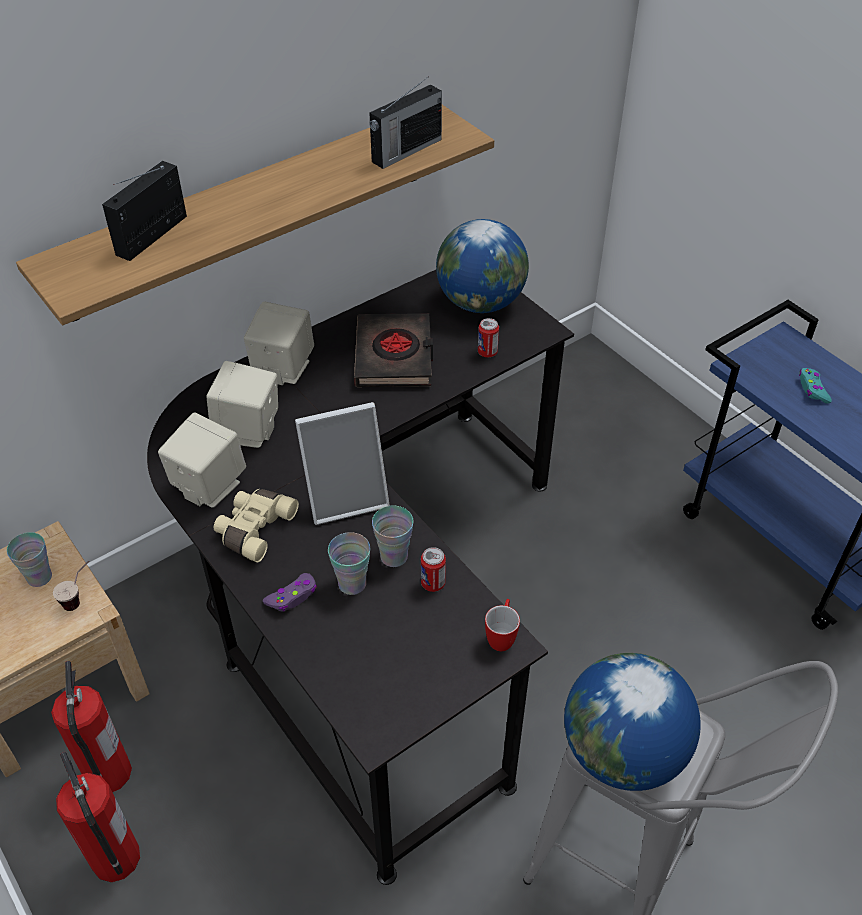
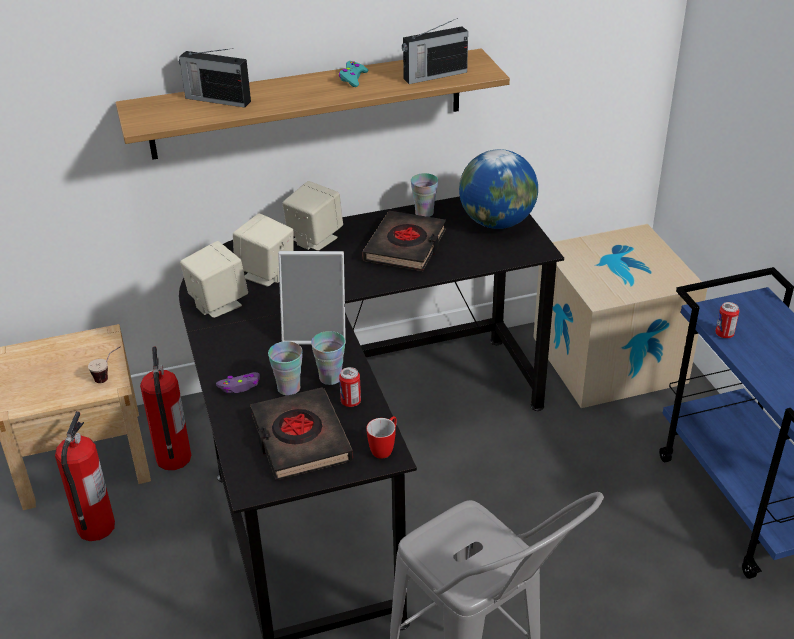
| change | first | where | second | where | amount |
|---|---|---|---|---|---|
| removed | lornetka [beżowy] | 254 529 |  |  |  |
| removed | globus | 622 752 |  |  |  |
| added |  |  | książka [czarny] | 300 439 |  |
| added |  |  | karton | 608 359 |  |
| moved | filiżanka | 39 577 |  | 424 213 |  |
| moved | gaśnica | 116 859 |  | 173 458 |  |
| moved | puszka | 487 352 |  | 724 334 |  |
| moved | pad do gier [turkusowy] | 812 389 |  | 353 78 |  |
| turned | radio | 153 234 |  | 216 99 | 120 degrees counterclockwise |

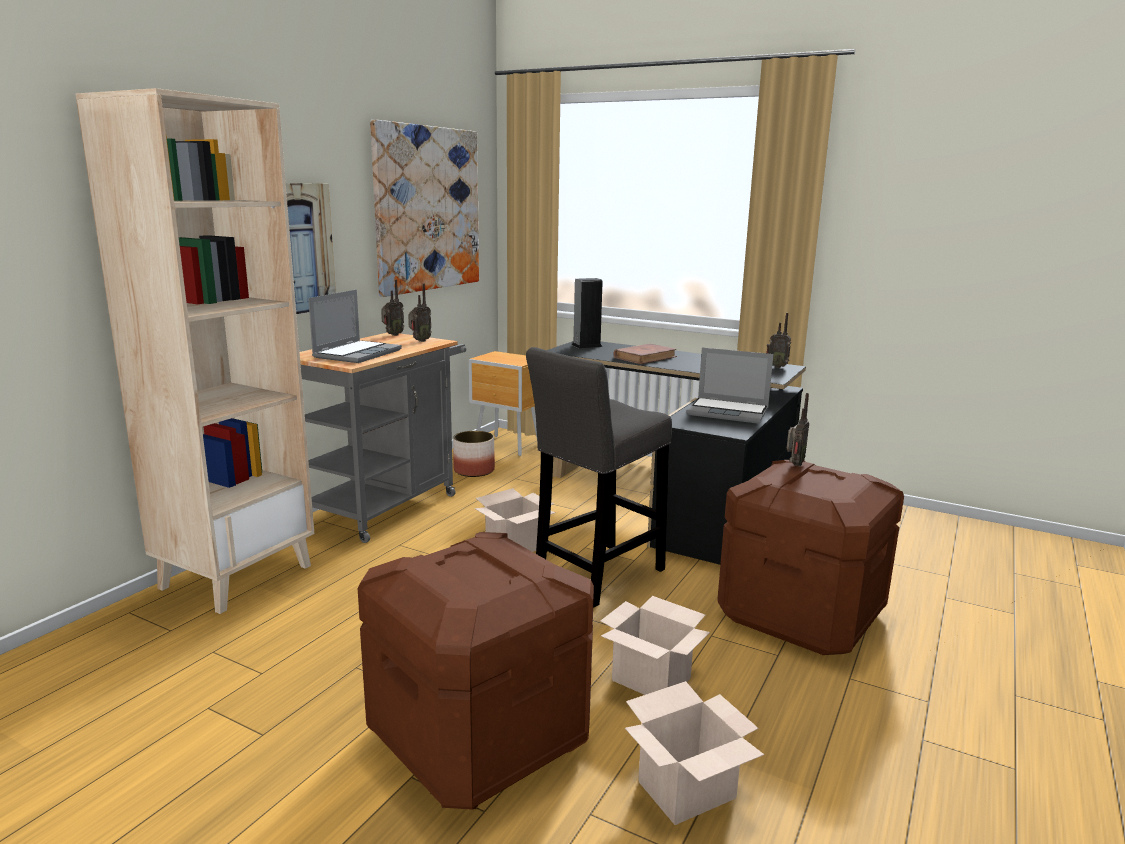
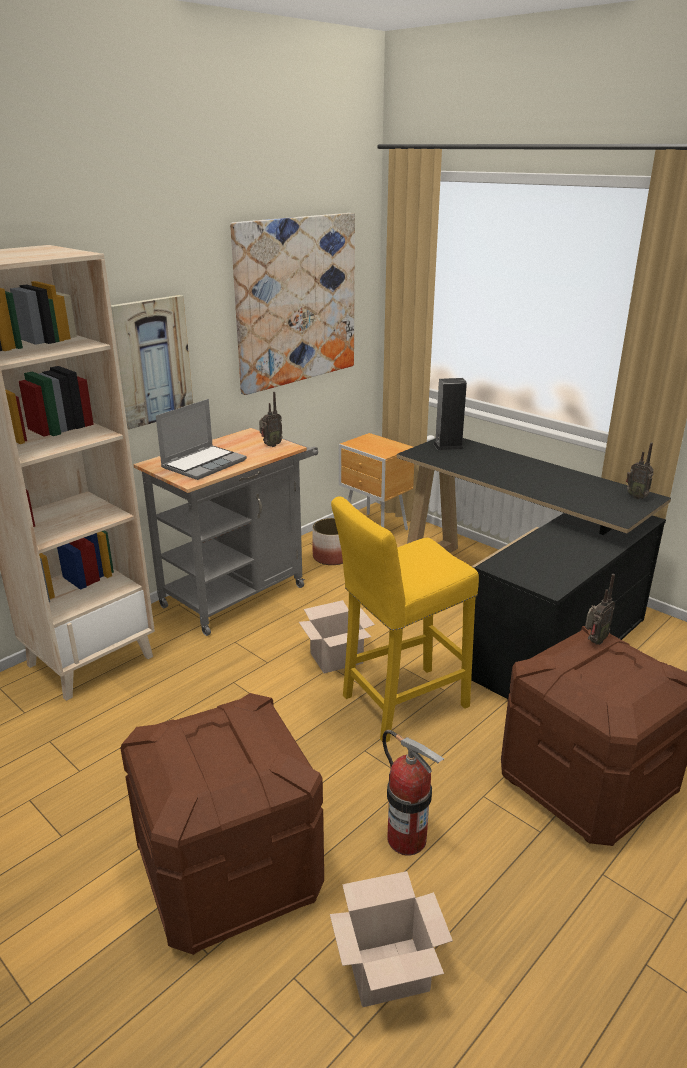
| change | first | where | second | where | amount |
|---|---|---|---|---|---|
| removed | radio | 392 335 |  |  |  |
| removed | książka [brązowy] | 645 357 |  |  |  |
| removed | laptop | 729 412 |  |  |  |
| replaced | karton | 653 679 | gaśnica | 406 839 |  |
| recoloured | stołek [szary] | 595 575 | stołek [żółty] | 399 704 |  |

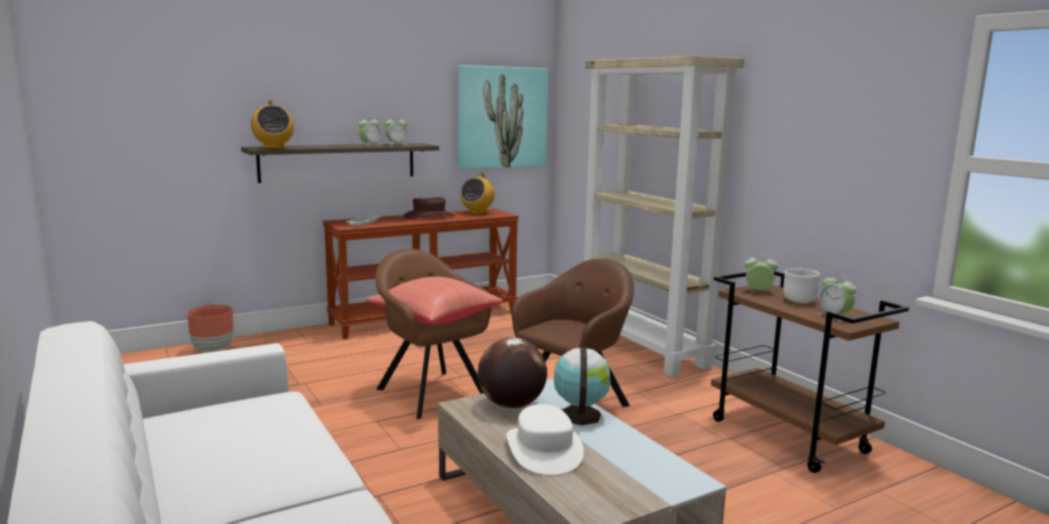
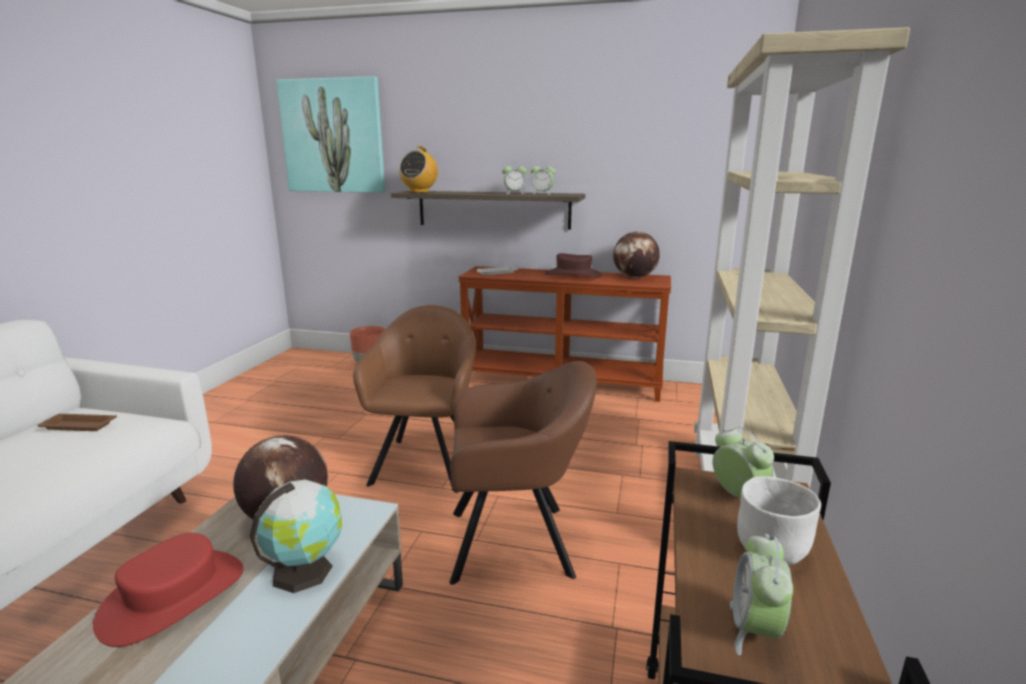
| change | first | where | second | where | amount |
|---|---|---|---|---|---|
| removed | poduszka [czerwony] | 433 320 |  |  |  |
| added |  |  | taca [brązowy] | 77 426 |  |
| moved | obraz | 501 117 |  | 333 136 |  |
| replaced | radio | 477 212 | globus | 634 277 |  |
| recoloured | kapelusz [biały] | 544 450 | kapelusz [czerwony] | 173 596 |  |

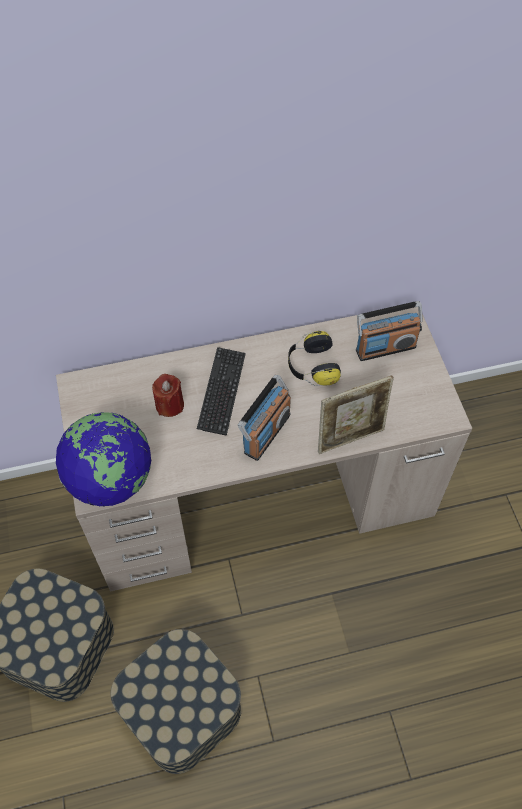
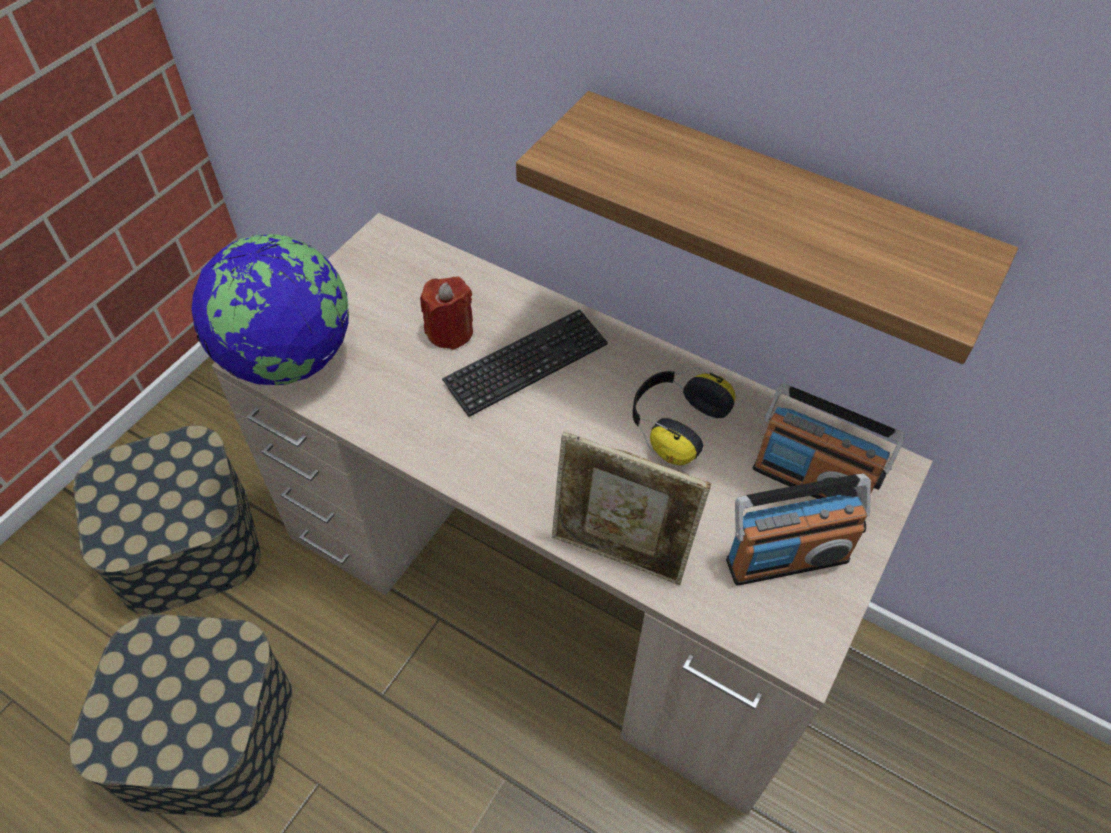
| change | first | where | second | where | amount |
|---|---|---|---|---|---|
| added |  |  | półka | 773 216 |  |
| moved | radio | 266 433 |  | 786 558 |  |

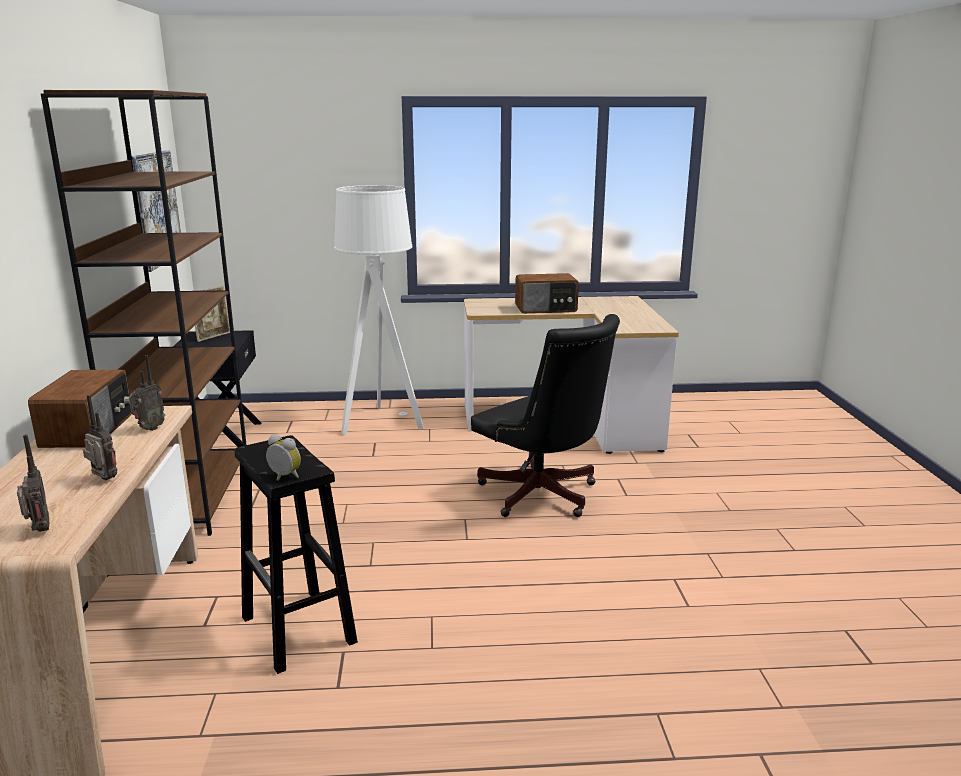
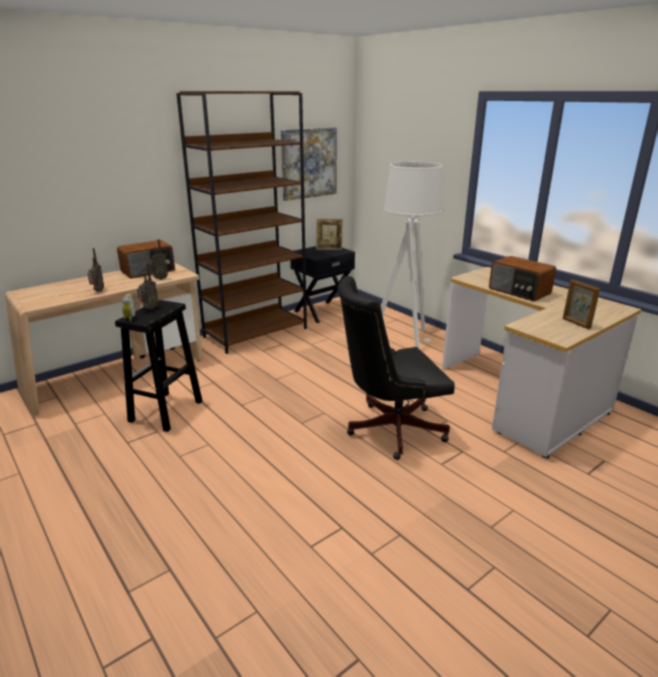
| change | first | where | second | where | amount |
|---|---|---|---|---|---|
| added |  |  | ramka na zdjęcie | 576 323 |  |
| moved | radio | 39 531 |  | 149 308 |  |
| turned | krzesło biurowe [czarny] | 543 497 |  | 389 429 | 60 degrees clockwise |

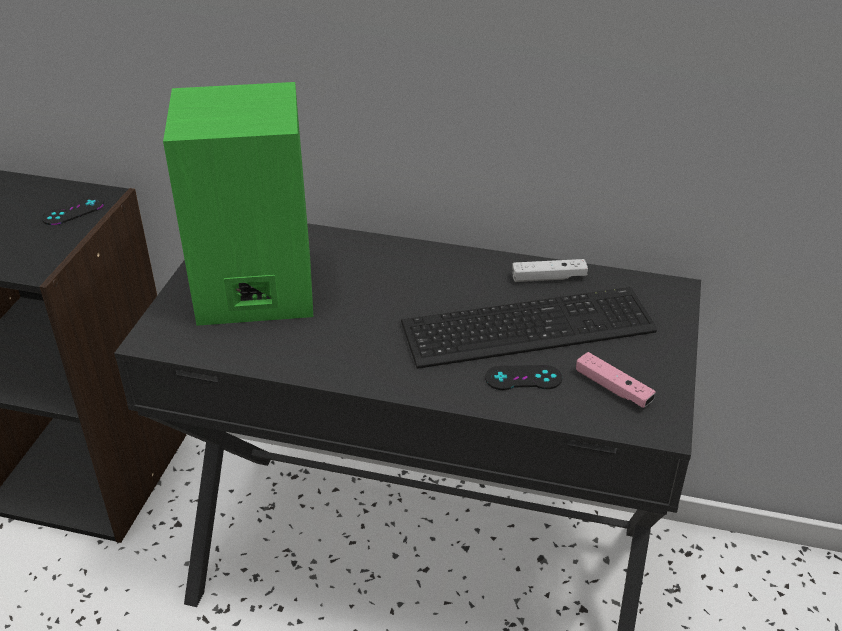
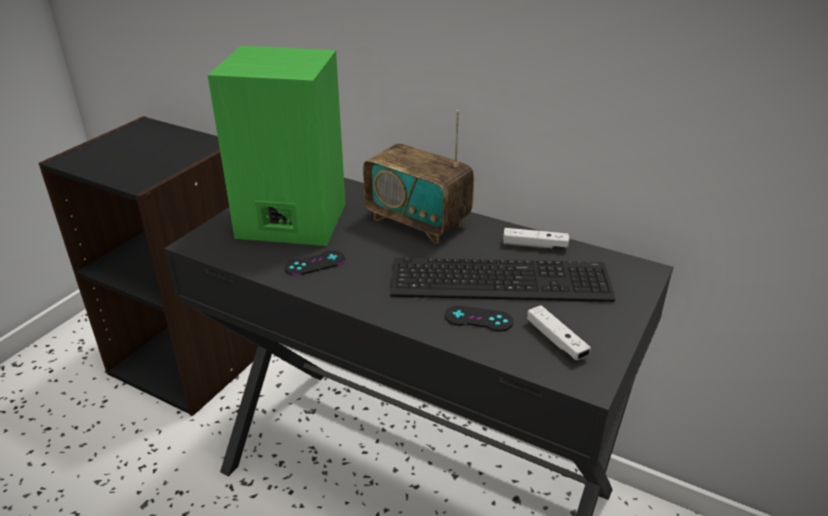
| change | first | where | second | where | amount |
|---|---|---|---|---|---|
| added |  |  | radio | 418 222 |  |
| moved | pad do gier [czarny] | 73 211 |  | 315 263 |  |
| recoloured | pad do gier [różowy] | 613 388 | pad do gier [biały] | 556 340 |  |

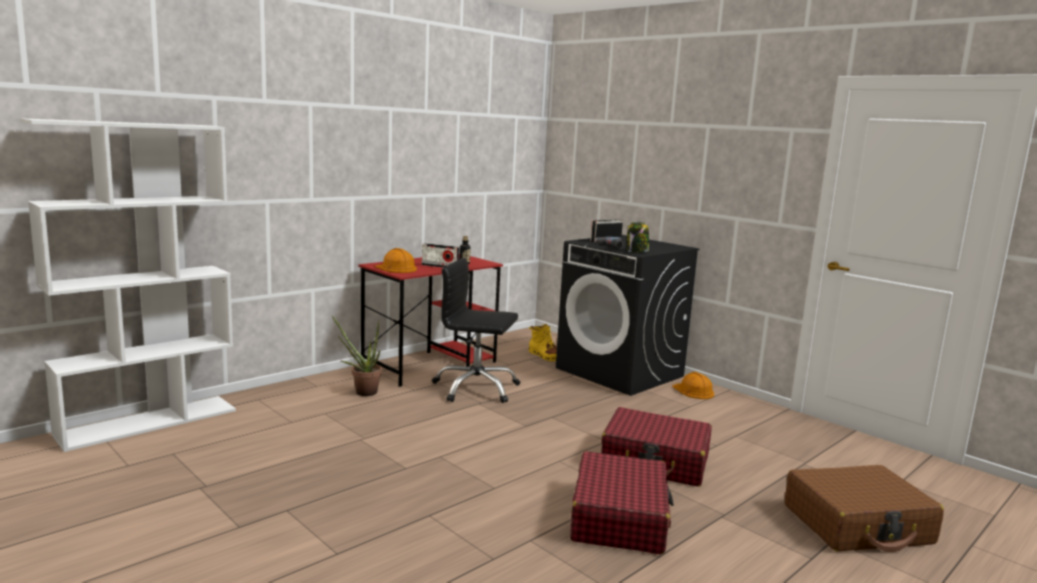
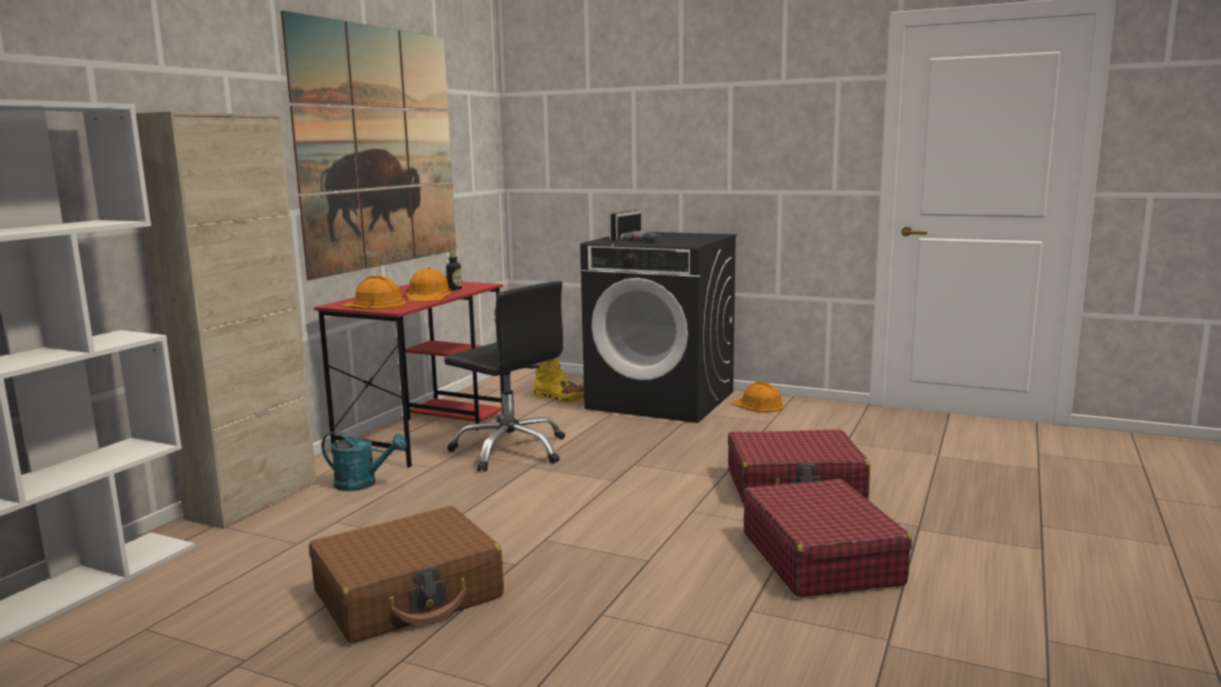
| change | first | where | second | where | amount |
|---|---|---|---|---|---|
| removed | słoik | 637 251 |  |  |  |
| added |  |  | szafka [beżowy] | 253 500 |  |
| added |  |  | obraz | 379 148 |  |
| moved | walizka [brązowy] | 858 525 |  | 409 595 |  |
| replaced | roślina doniczkowa | 362 392 | konewka [turkusowy] | 363 484 |  |
| replaced | radio | 439 266 | kask [pomarańczowy] | 428 295 |  |
| turned | krzesło biurowe [czarny] | 476 388 |  | 511 450 | 135 degrees counterclockwise |

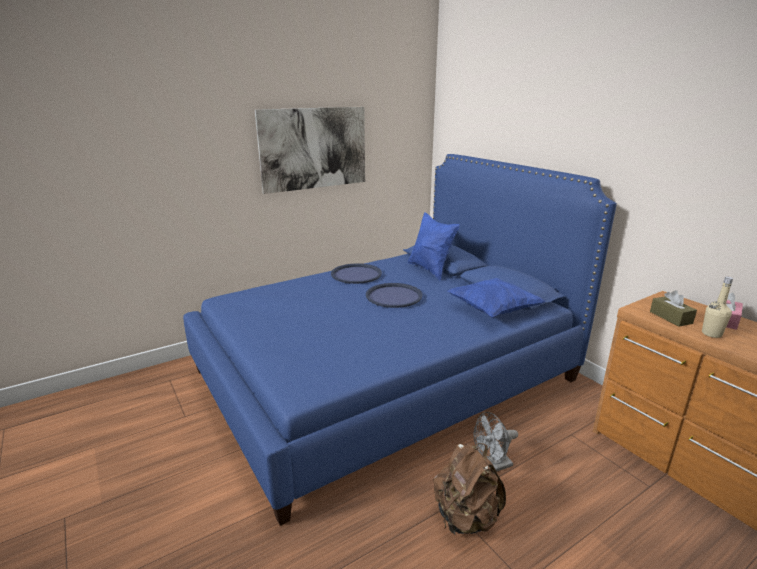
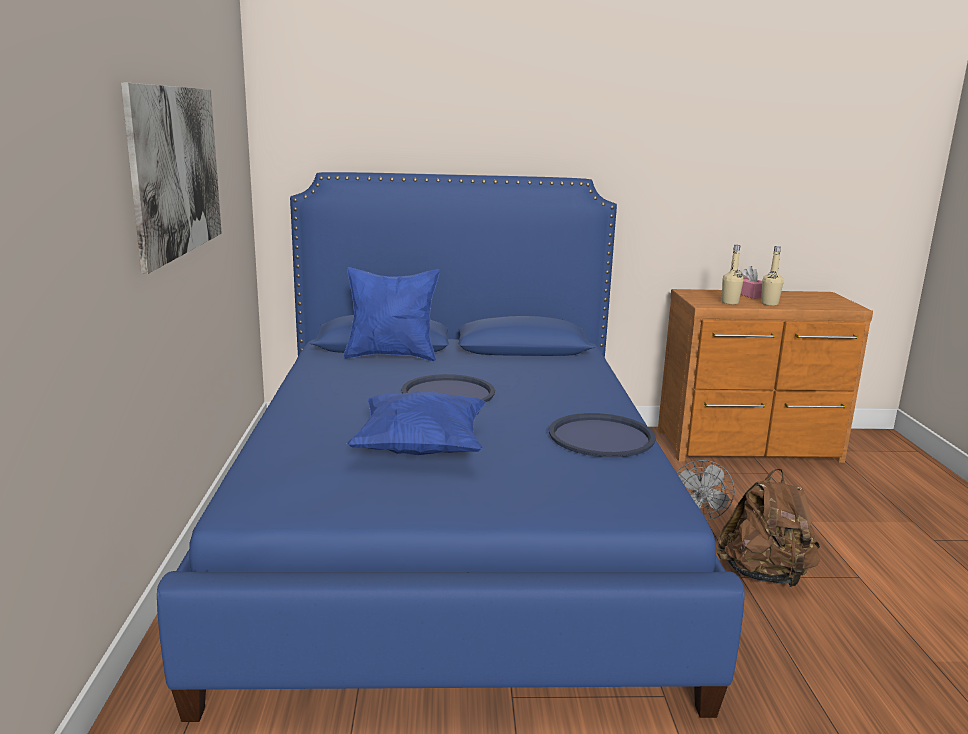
| change | first | where | second | where | amount |
|---|---|---|---|---|---|
| moved | taca [niebieski] | 356 274 |  | 601 437 |  |
| moved | poduszka [niebieski] | 493 310 |  | 421 449 |  |
| replaced | pudełko chusteczek [brązowy] | 670 317 | butelka [beżowy] | 730 302 |  |

